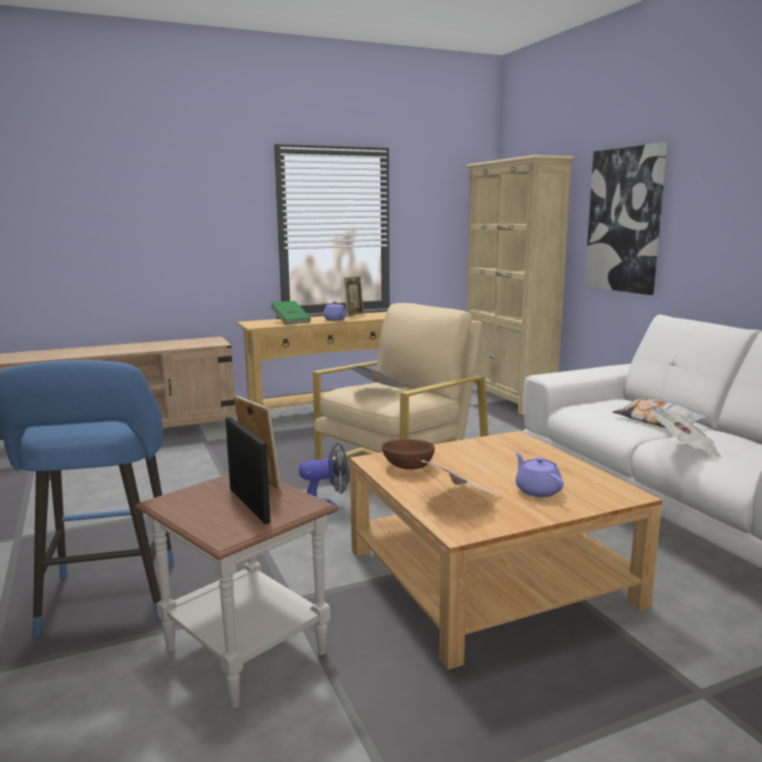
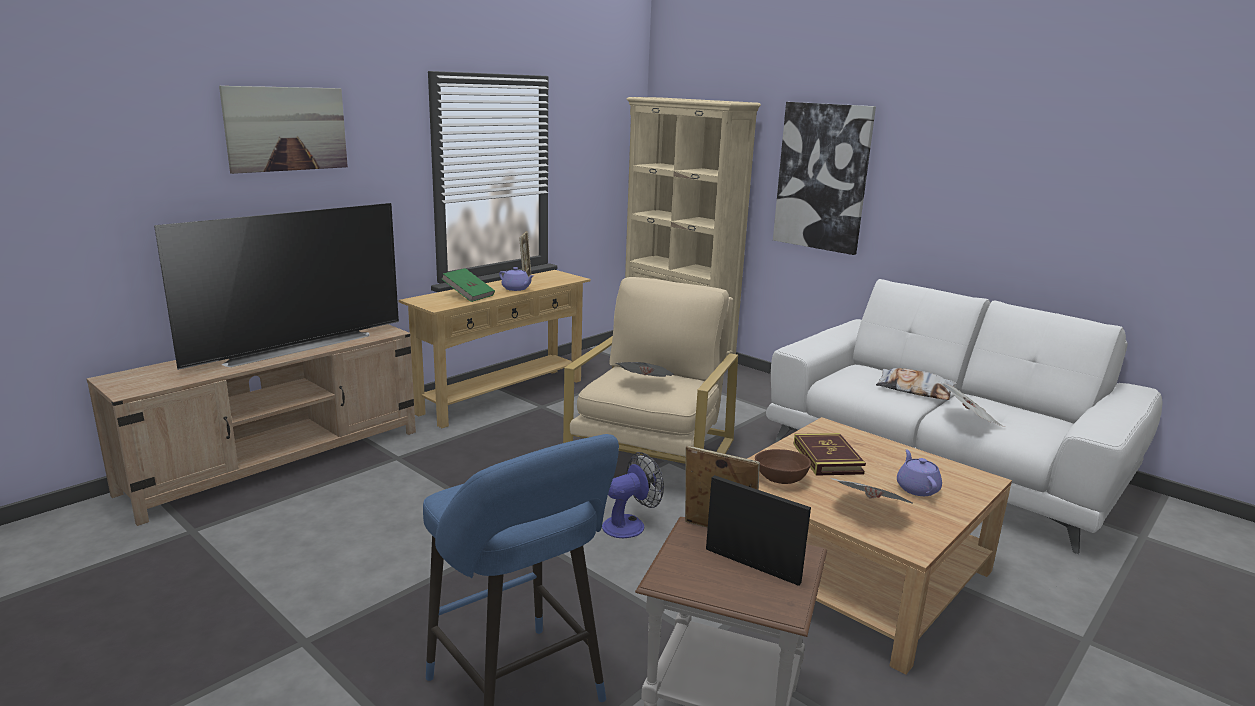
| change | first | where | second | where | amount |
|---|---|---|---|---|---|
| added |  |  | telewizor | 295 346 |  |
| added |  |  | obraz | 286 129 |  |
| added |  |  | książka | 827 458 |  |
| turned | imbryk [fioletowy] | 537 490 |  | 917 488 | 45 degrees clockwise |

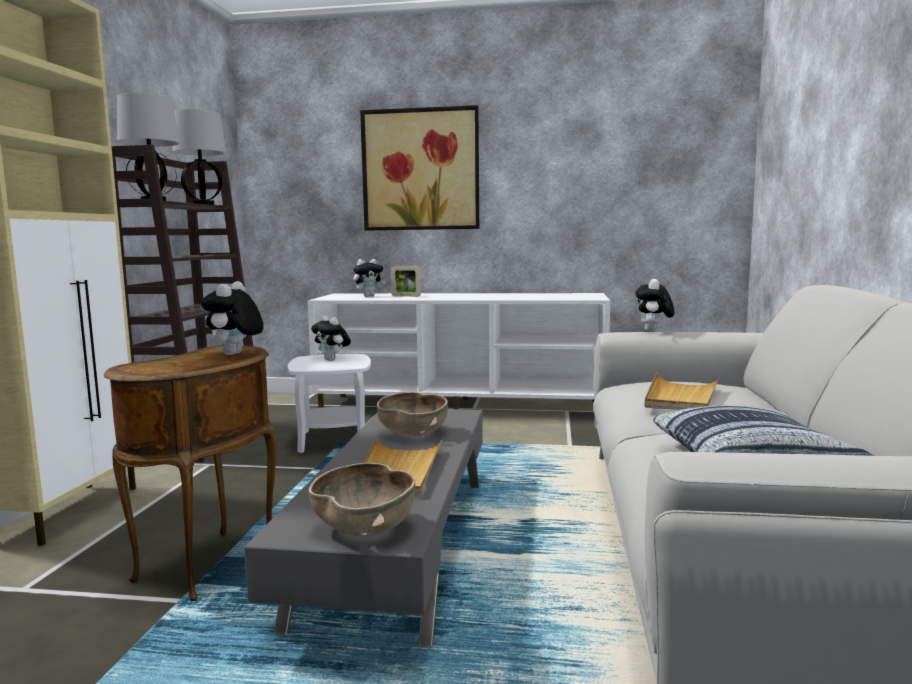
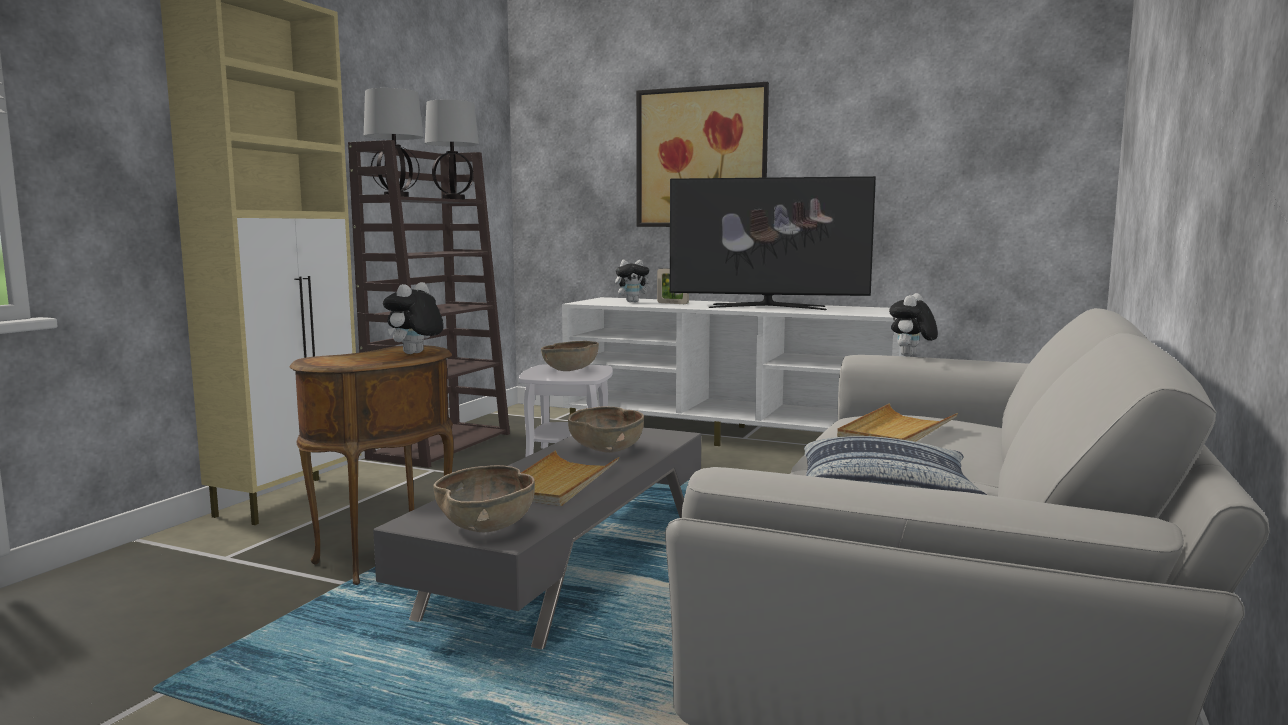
| change | first | where | second | where | amount |
|---|---|---|---|---|---|
| added |  |  | telewizor | 767 307 |  |
| replaced | pluszak | 332 360 | miska [brązowy] | 571 370 |  |

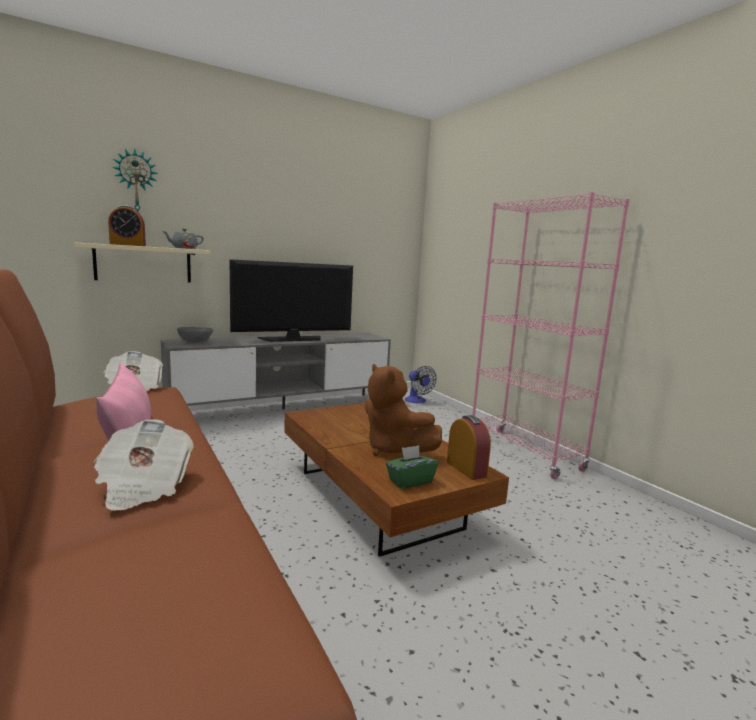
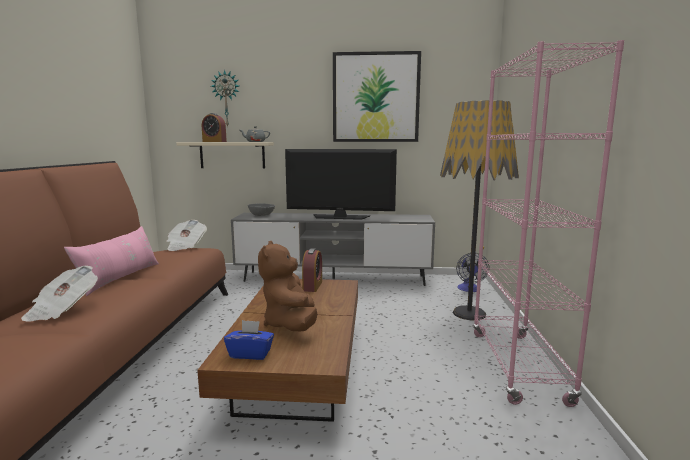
| change | first | where | second | where | amount |
|---|---|---|---|---|---|
| added |  |  | obraz | 376 97 |  |
| added |  |  | lampa stojąca | 469 313 |  |
| moved | budzik | 466 469 |  | 312 286 |  |
| recoloured | pudełko chusteczek [zielony] | 410 481 | pudełko chusteczek [niebieski] | 250 354 |  |

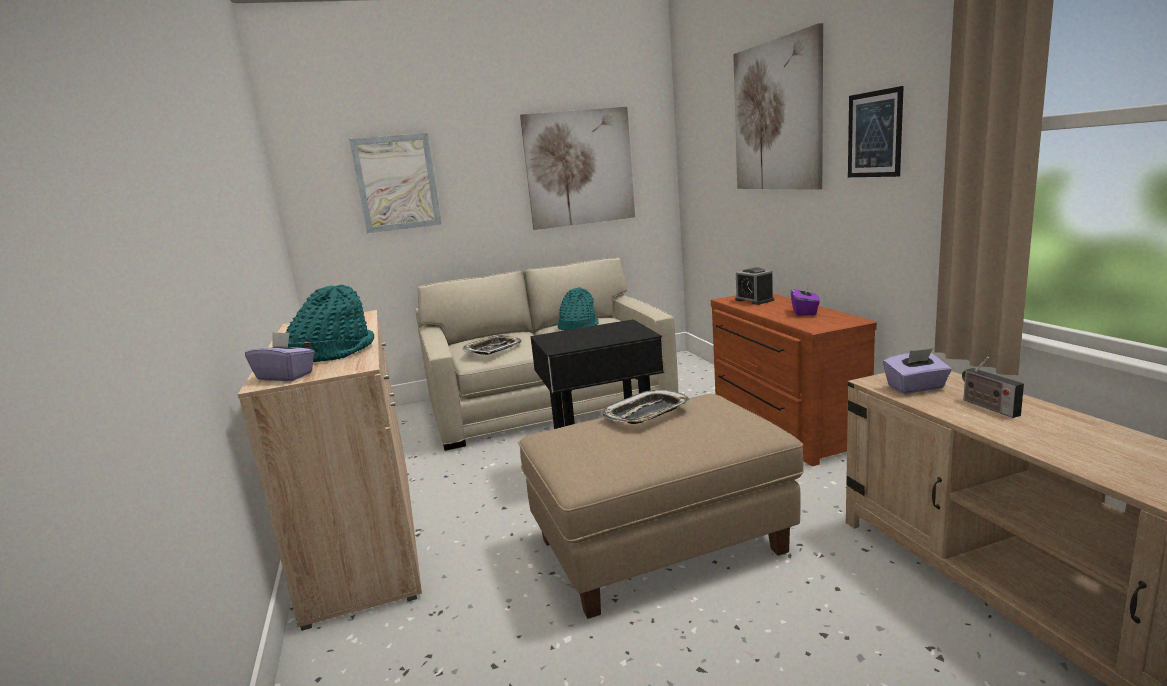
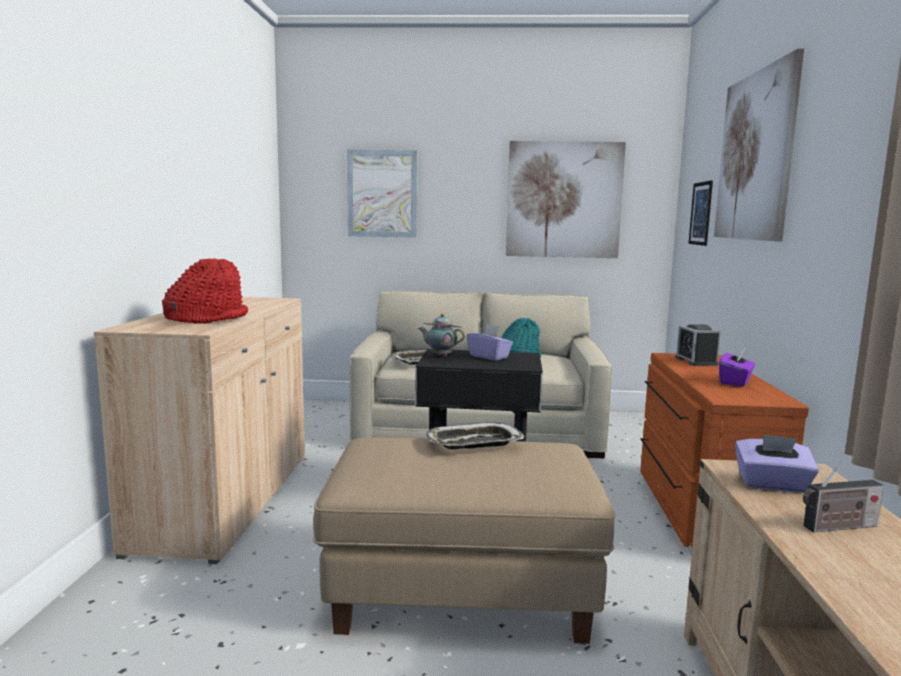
| change | first | where | second | where | amount |
|---|---|---|---|---|---|
| added |  |  | imbryk | 440 356 |  |
| moved | pudełko chusteczek [fioletowy] | 286 376 |  | 489 356 |  |
| moved | obraz | 874 134 |  | 700 213 |  |
| recoloured | kapelusz [turkusowy] | 332 352 | kapelusz [czerwony] | 207 319 |  |
| turned | radio | 987 407 |  | 837 527 | 105 degrees counterclockwise |

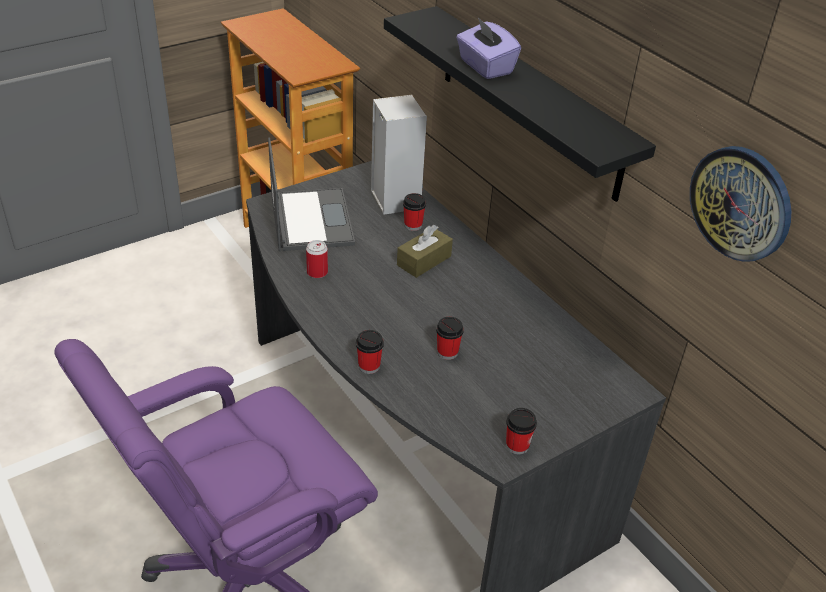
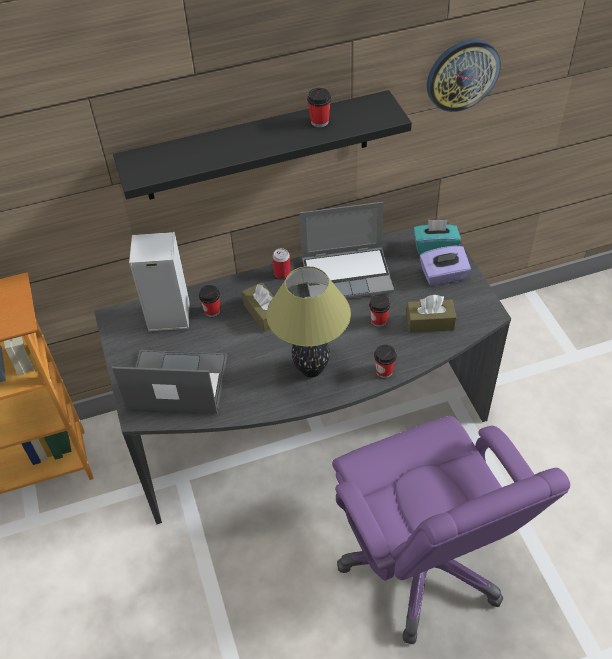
| change | first | where | second | where | amount |
|---|---|---|---|---|---|
| added |  |  | lampa stołowa | 311 370 |  |
| added |  |  | laptop | 348 275 |  |
| added |  |  | pudełko chusteczek [brązowy] | 430 322 |  |
| added |  |  | pudełko chusteczek [turkusowy] | 435 248 |  |
| moved | puszka | 317 272 |  | 282 273 |  |
| moved | pudełko chusteczek [fioletowy] | 485 67 |  | 443 276 |  |
| moved | filiżanka | 517 445 |  | 319 121 |  |

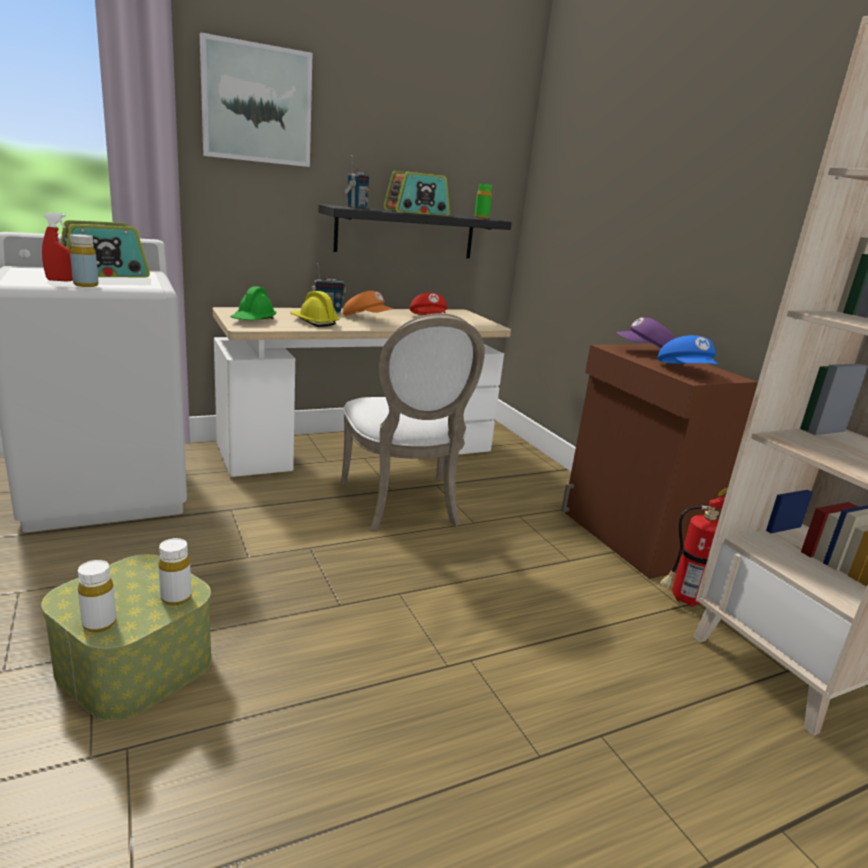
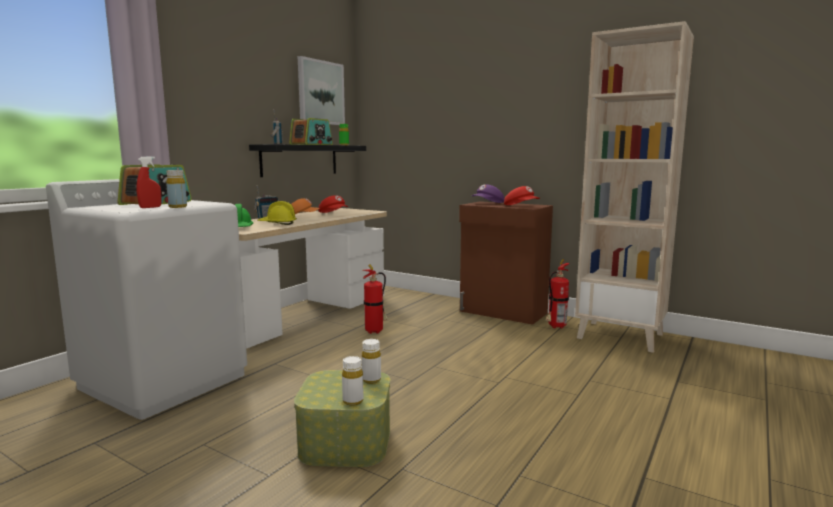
| change | first | where | second | where | amount |
|---|---|---|---|---|---|
| moved | obraz | 257 104 |  | 320 92 |  |
| replaced | krzesło [biały] | 404 505 | gaśnica | 375 331 |  |
| recoloured | czapka z daszkiem [niebieski] | 686 371 | czapka z daszkiem [czerwony] | 521 206 |  |

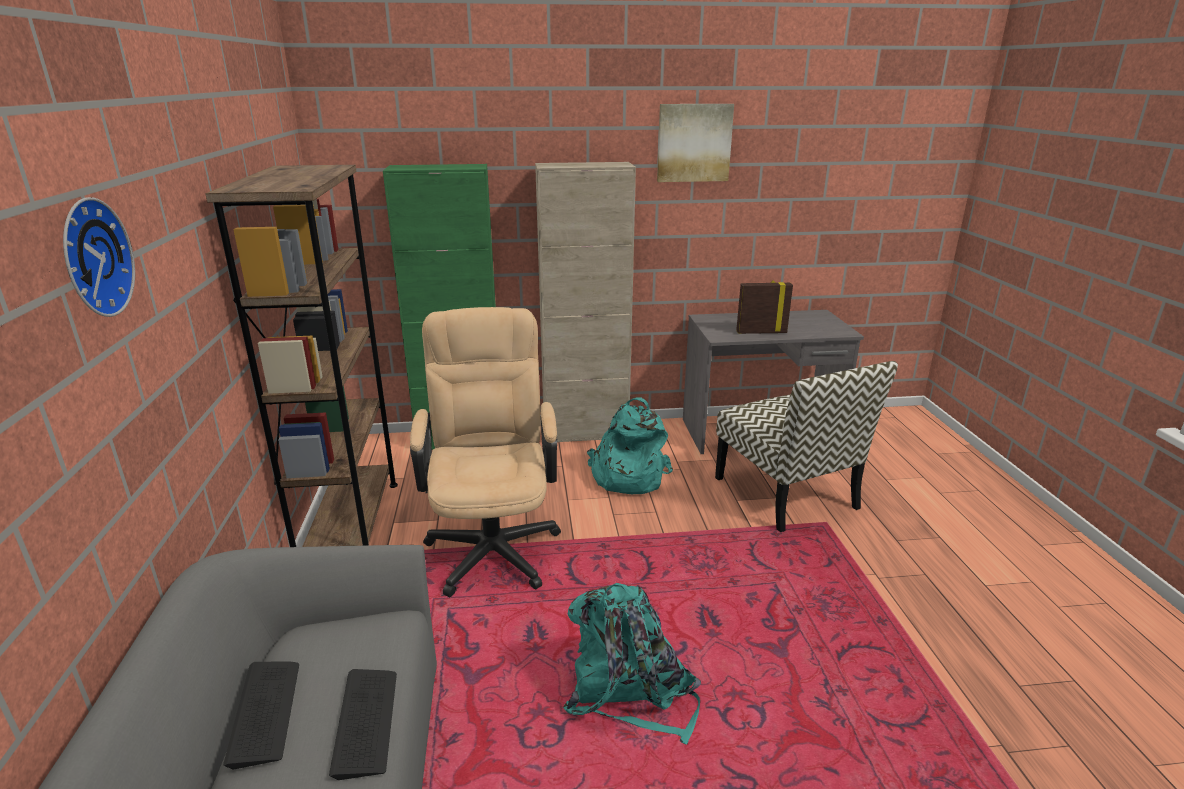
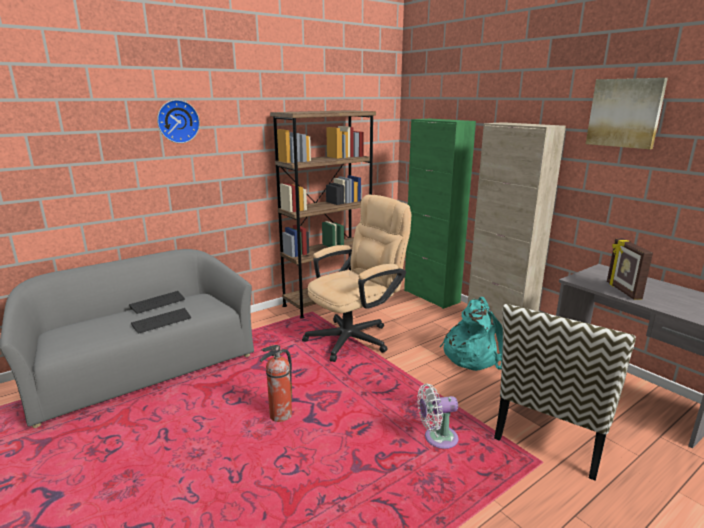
| change | first | where | second | where | amount |
|---|---|---|---|---|---|
| added |  |  | wentylator [biały] | 437 438 |  |
| replaced | plecak [turkusowy] | 630 690 | gaśnica | 279 416 |  |
| turned | ramka na zdjęcie | 761 332 |  | 622 290 | 150 degrees counterclockwise |

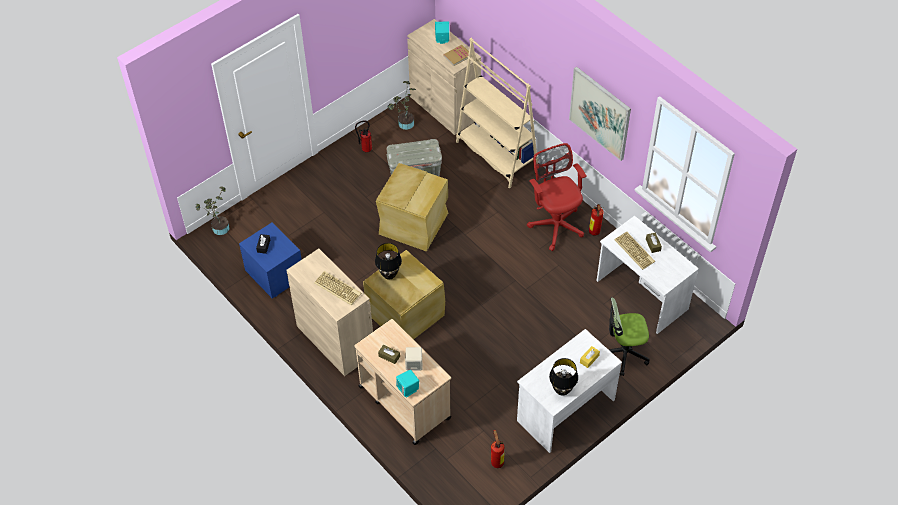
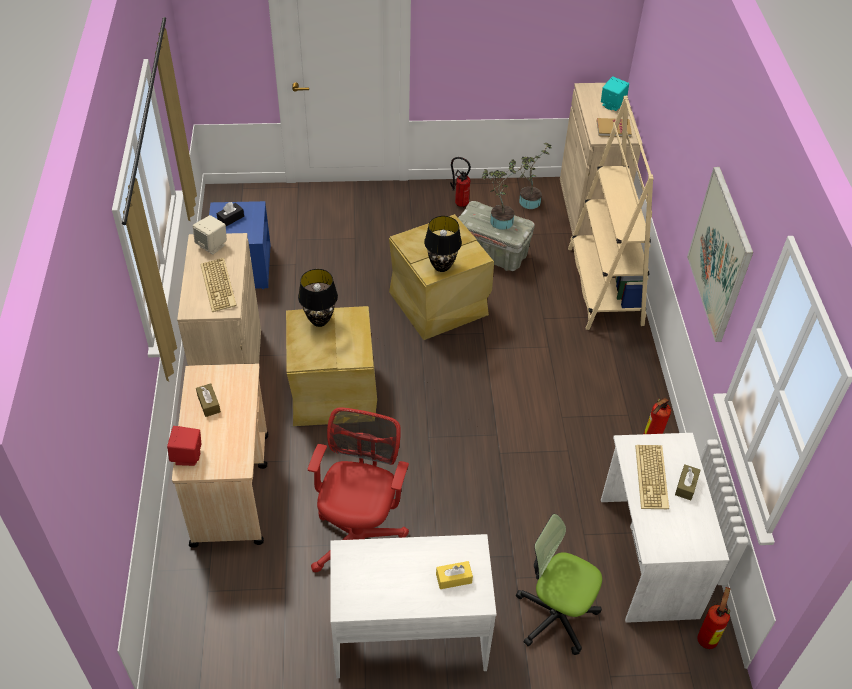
| change | first | where | second | where | amount |
|---|---|---|---|---|---|
| moved | roślina doniczkowa | 218 228 |  | 499 220 |  |
| moved | głośnik [beżowy] | 414 365 |  | 212 246 |  |
| moved | gaśnica | 497 461 |  | 707 637 |  |
| moved | krzesło biurowe [czerwony] | 555 223 |  | 359 536 |  |
| moved | lampa stołowa [czarny] | 562 390 |  | 442 266 |  |
| recoloured | głośnik [turkusowy] | 408 389 | głośnik [czerwony] | 187 456 |  |

